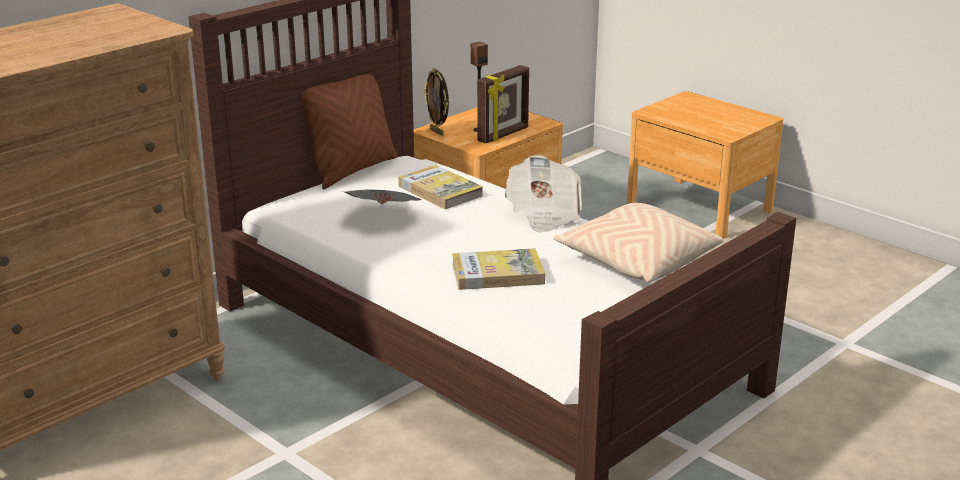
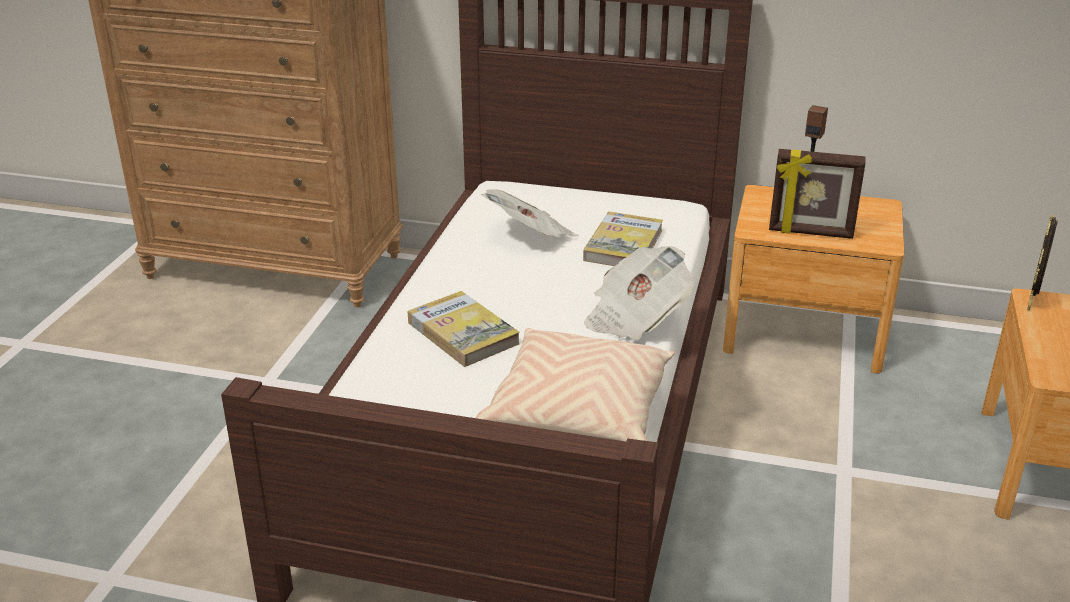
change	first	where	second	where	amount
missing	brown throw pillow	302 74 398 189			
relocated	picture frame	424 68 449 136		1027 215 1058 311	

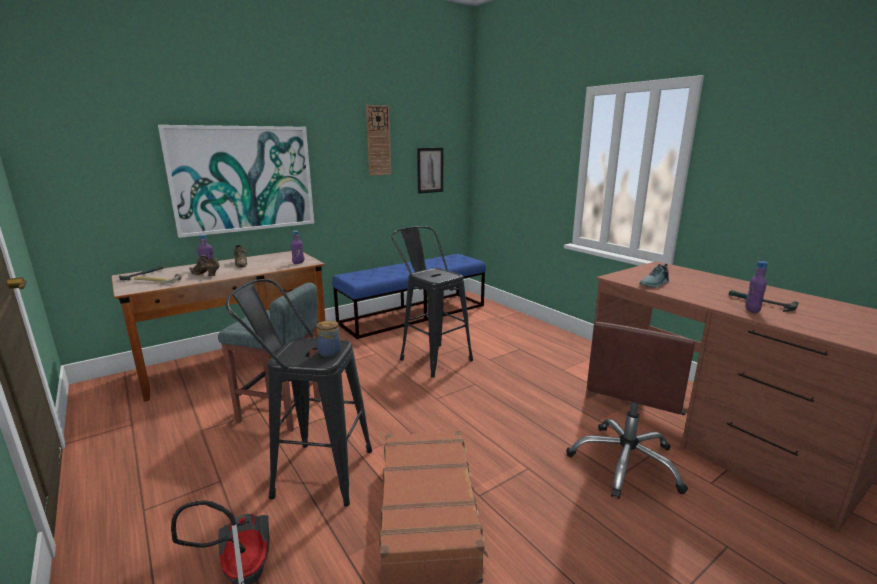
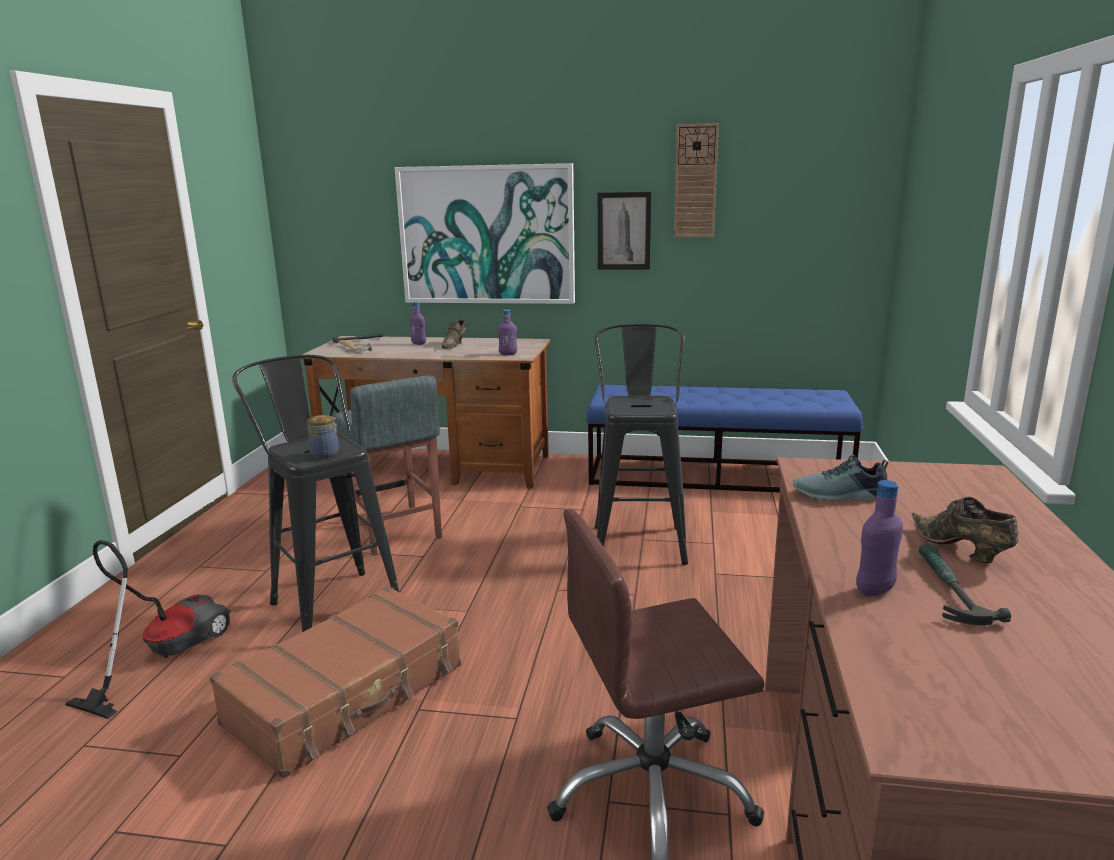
change	first	where	second	where	amount
relocated	brown shoe	189 256 220 276		912 496 1018 563	
relocated	picture	417 148 443 194		598 192 651 270	

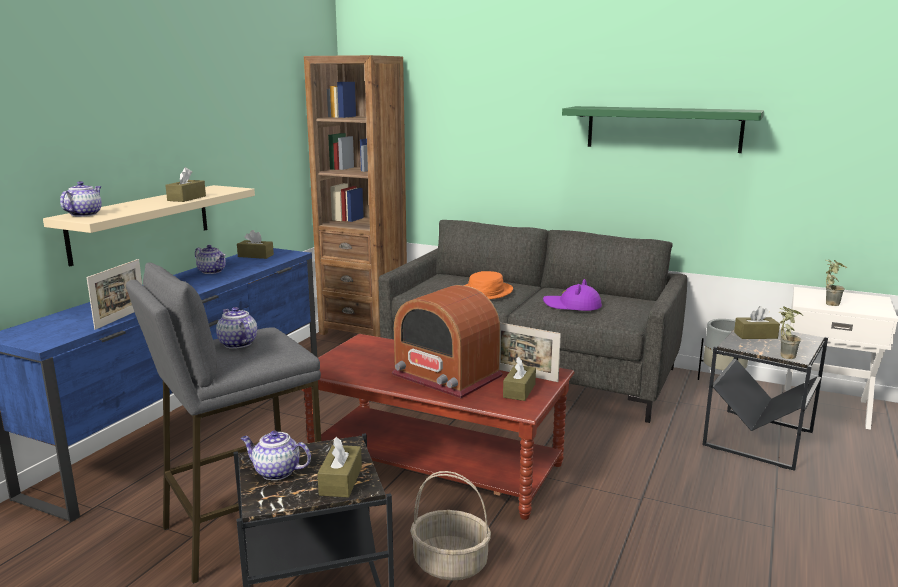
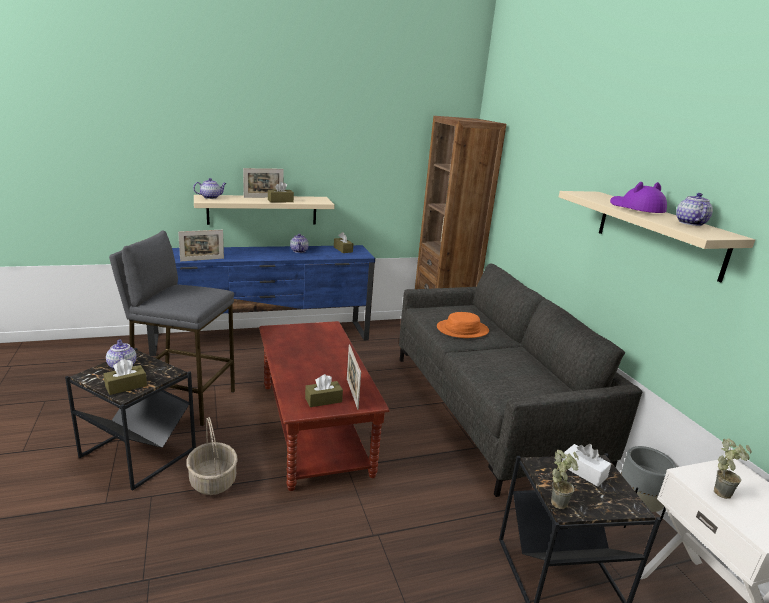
change	first	where	second	where	amount
relocated	tea pot	216 307 257 349		676 193 713 226	
missing	radio receiver	392 285 502 399			
relocated	purple hat	543 279 602 311		610 182 667 213	
colour	green bracket shelf	562 106 764 153	beige-coloured bracket shelf	559 191 755 283	
colour	brown tissue box	734 306 780 339	whitish tissue box	562 444 611 487	
appeared			picture frame	243 168 284 198	

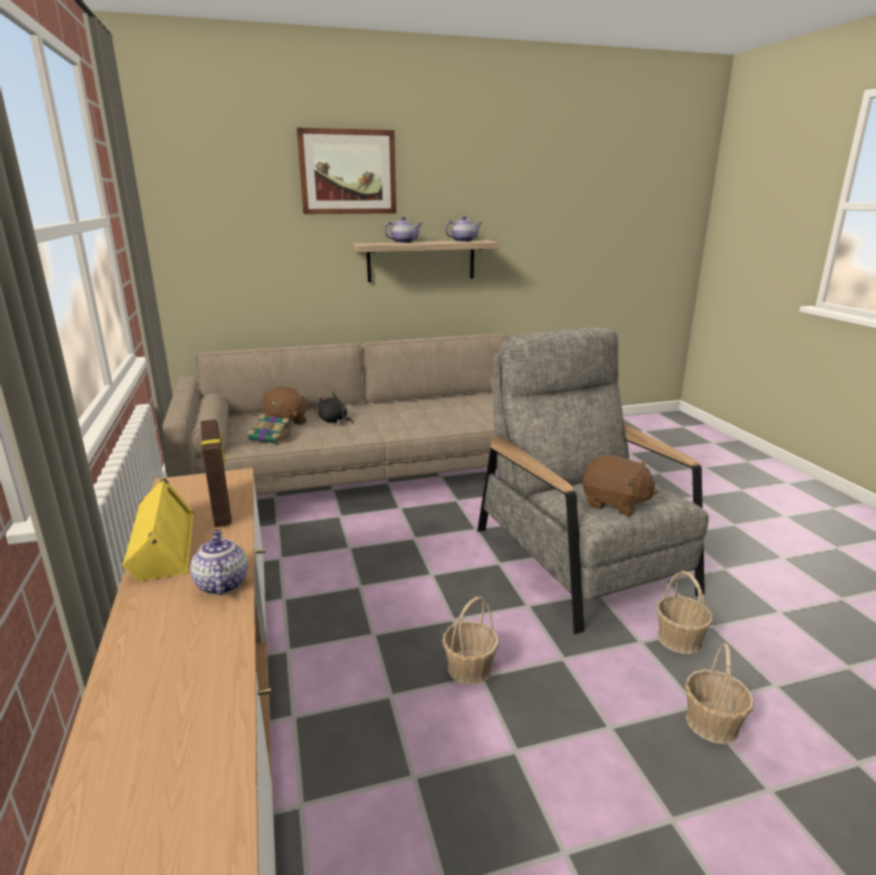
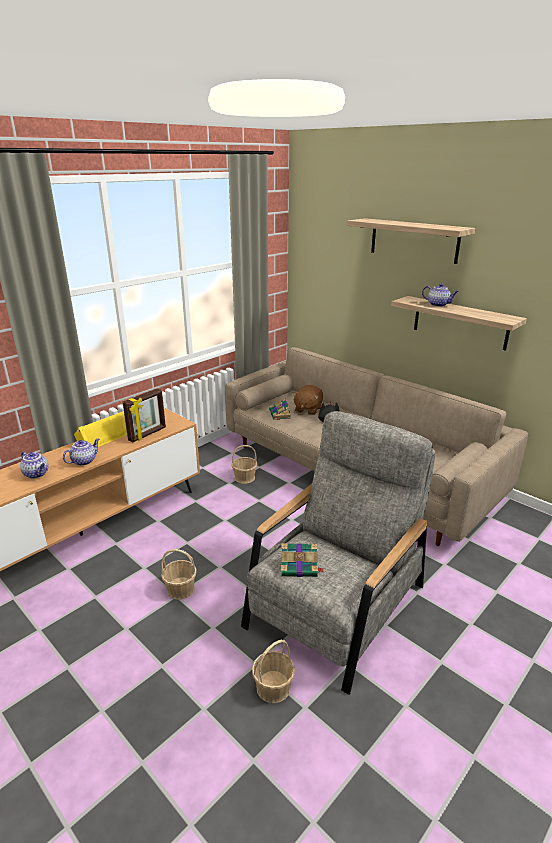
change	first	where	second	where	amount
exchanged	picture	297 128 396 214	bracket shelf	347 218 475 264	
relocated	tea pot	445 216 482 242		20 451 49 479	
exchanged	brown cuddly toy	582 455 658 516	volume	281 543 324 577	
relocated	household basket	685 643 754 744		231 445 257 484	

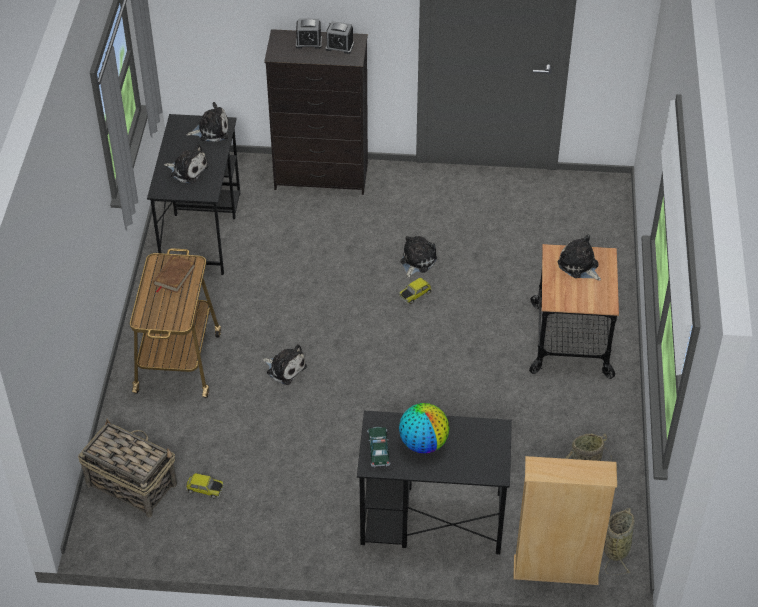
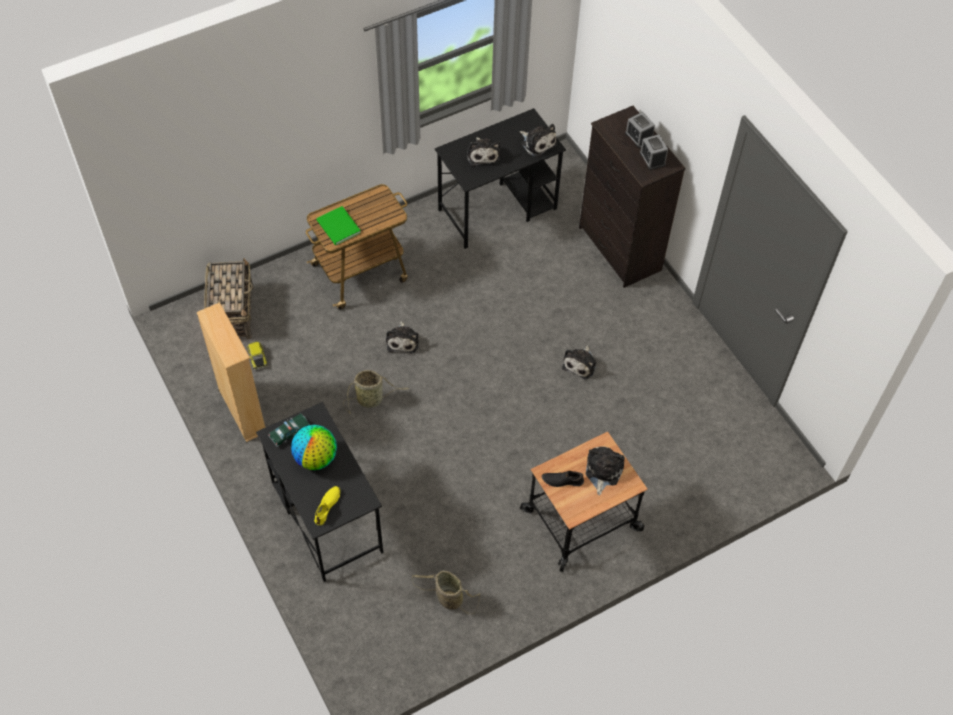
change	first	where	second	where	amount
missing	brown volume	153 255 195 293			
missing	miniature car	399 278 432 304			
spun	cuddly toy	401 236 437 278		562 345 597 379	120 degrees clockwise
relocated	beige-coloured shelving unit	513 456 617 585		197 302 266 442	
relocated	household basket	604 508 635 575		343 370 409 414	
appeared			yellowish shoe	314 486 341 525	
appeared			green volume	316 206 361 245	
appeared			black shoe	542 471 584 487	

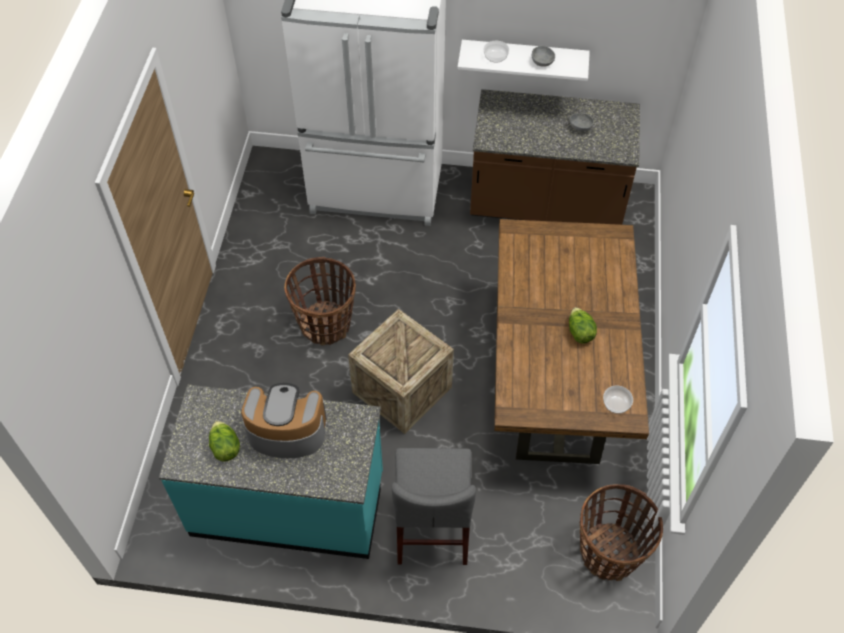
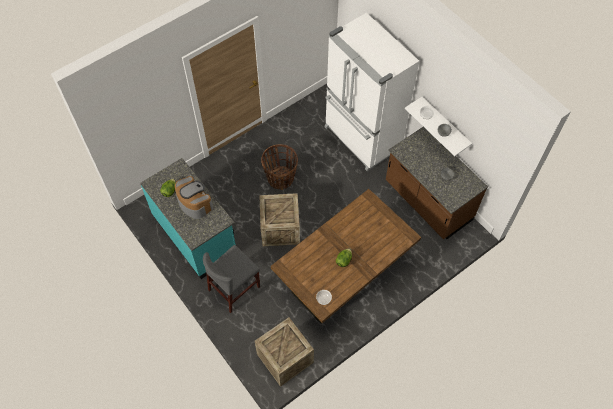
change	first	where	second	where	amount
exchanged	household basket	580 484 663 581	shipping crate	255 317 314 387	

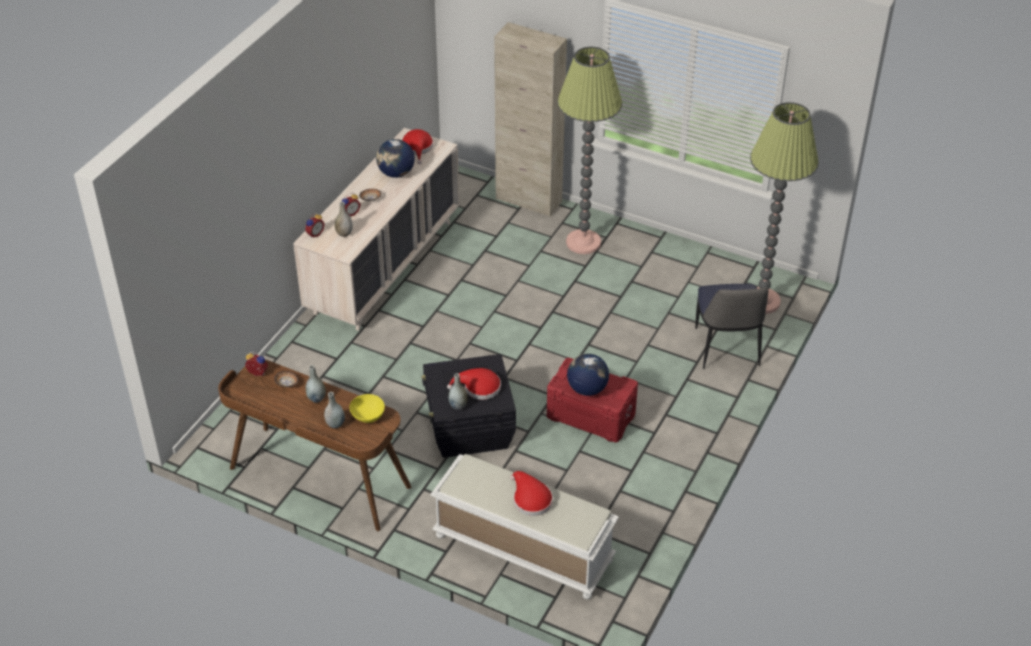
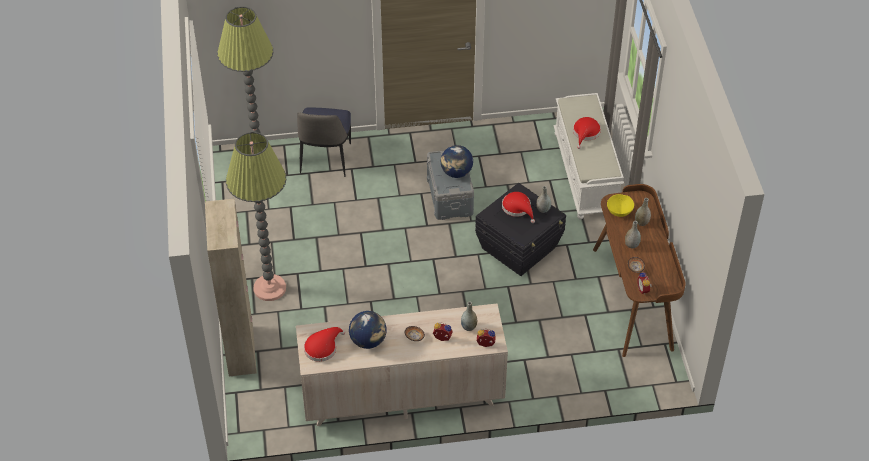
change	first	where	second	where	amount
colour	reddish storage box	547 358 638 442	gray storage box	427 151 474 220	
spun	upright chair	695 284 769 369		297 107 351 177	135 degrees clockwise

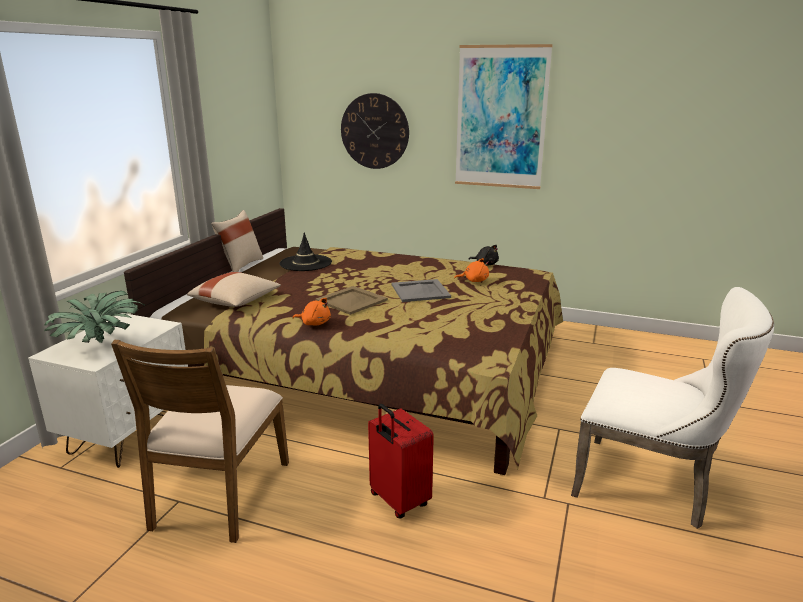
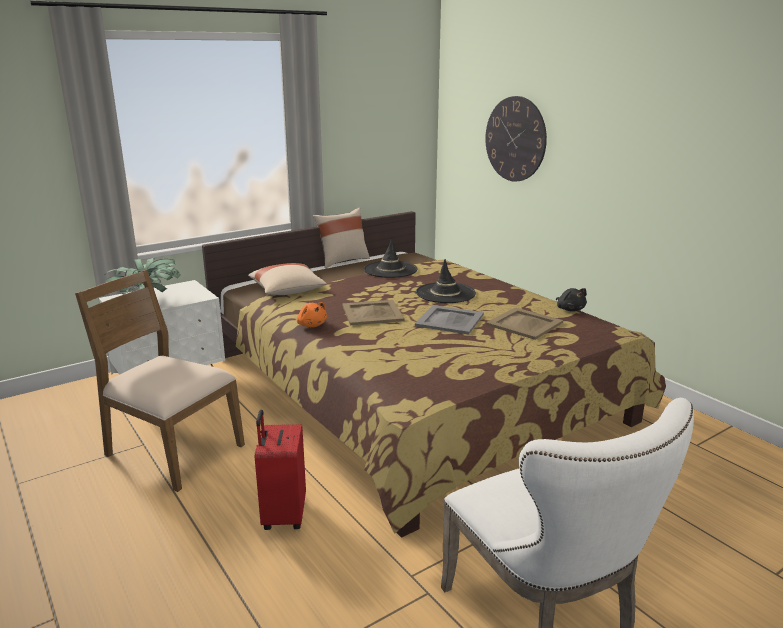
change	first	where	second	where	amount
spun	brown upright chair	111 340 289 543		75 270 245 492	75 degrees clockwise
exchanged	orange cuddly toy	454 258 489 282	beige-coloured serving tray	486 307 563 340	
missing	picture	455 44 553 189			
appeared			black hat	416 259 476 303	

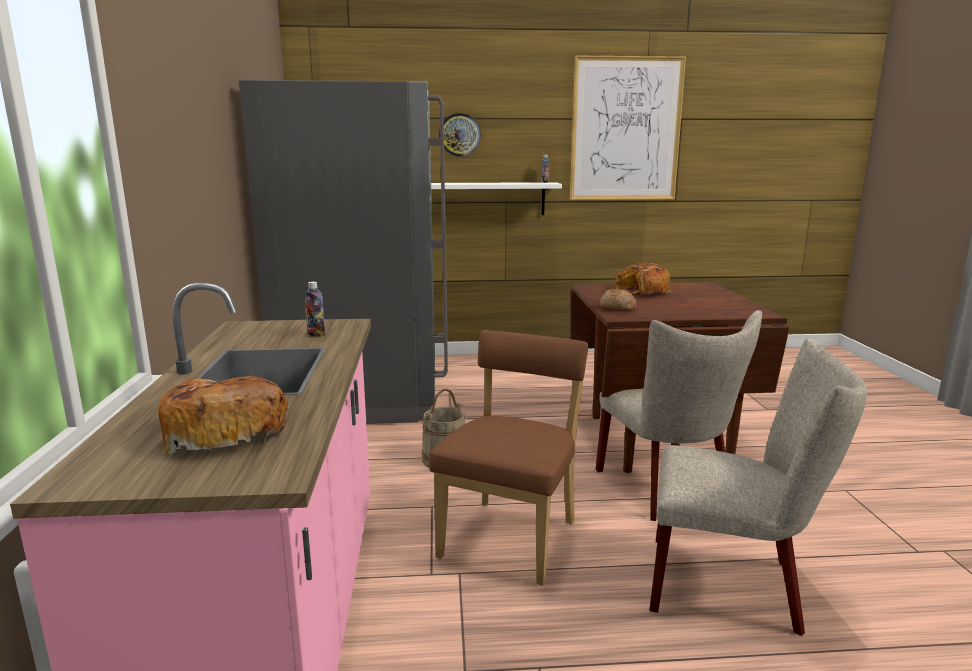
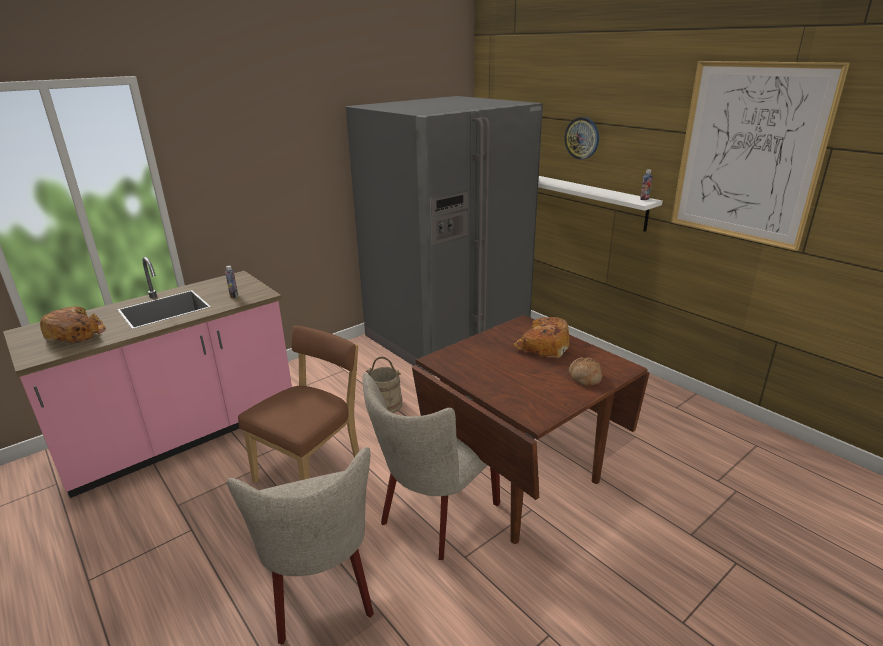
change	first	where	second	where	amount
spun	brown upright chair	429 330 588 586		238 325 359 483	45 degrees counterclockwise
relocated	baked bread	600 288 636 311		569 357 602 385	

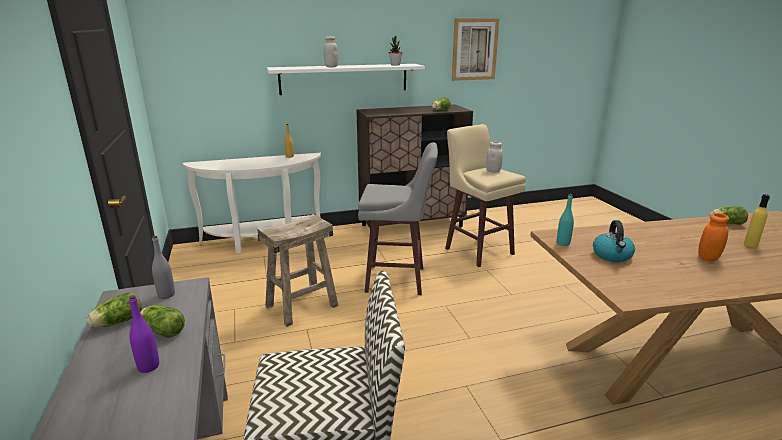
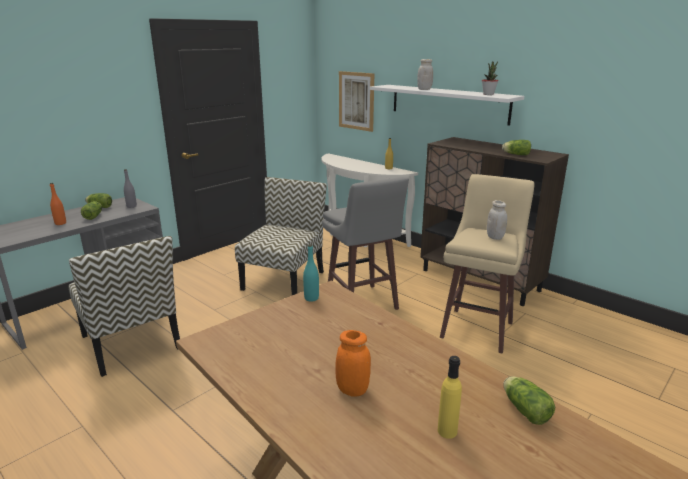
change	first	where	second	where	amount
colour	purple drink bottle	129 295 159 373	orange drink bottle	50 183 66 225	
exchanged	beige-coloured stool	257 214 339 327	upright chair	235 177 327 295	
relocated	picture	452 18 499 81		339 71 374 132	
missing	water kettle	593 220 635 262			

